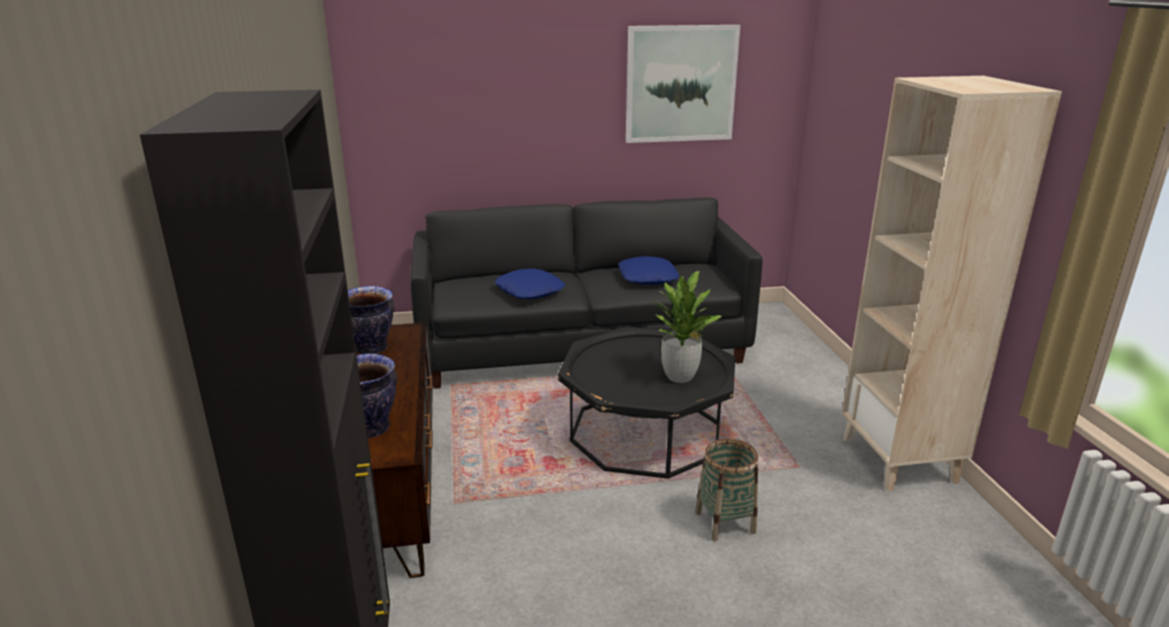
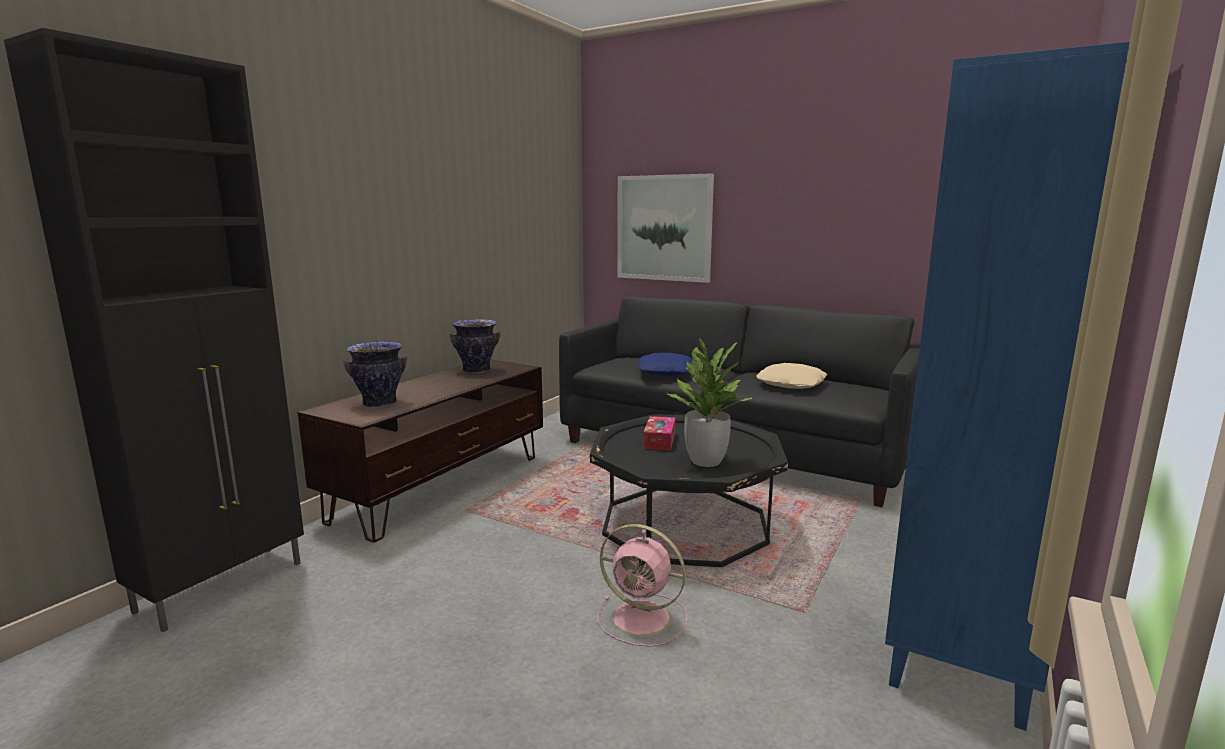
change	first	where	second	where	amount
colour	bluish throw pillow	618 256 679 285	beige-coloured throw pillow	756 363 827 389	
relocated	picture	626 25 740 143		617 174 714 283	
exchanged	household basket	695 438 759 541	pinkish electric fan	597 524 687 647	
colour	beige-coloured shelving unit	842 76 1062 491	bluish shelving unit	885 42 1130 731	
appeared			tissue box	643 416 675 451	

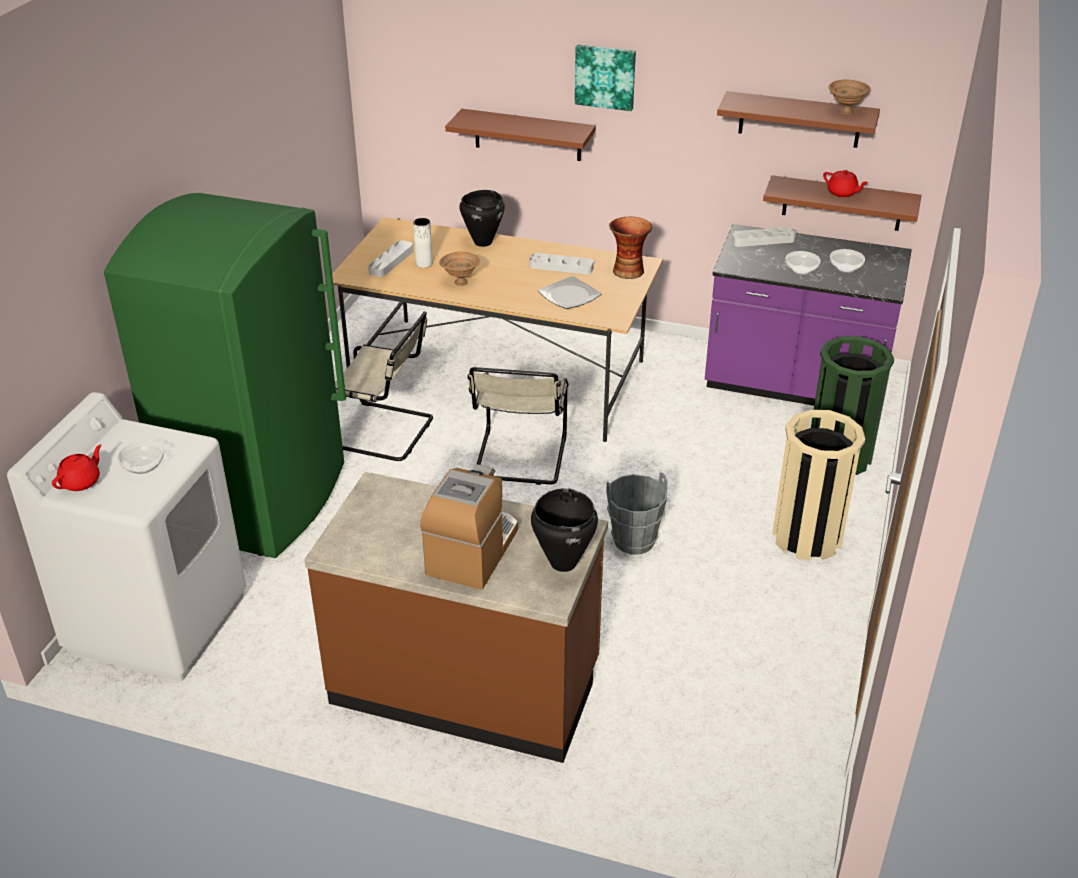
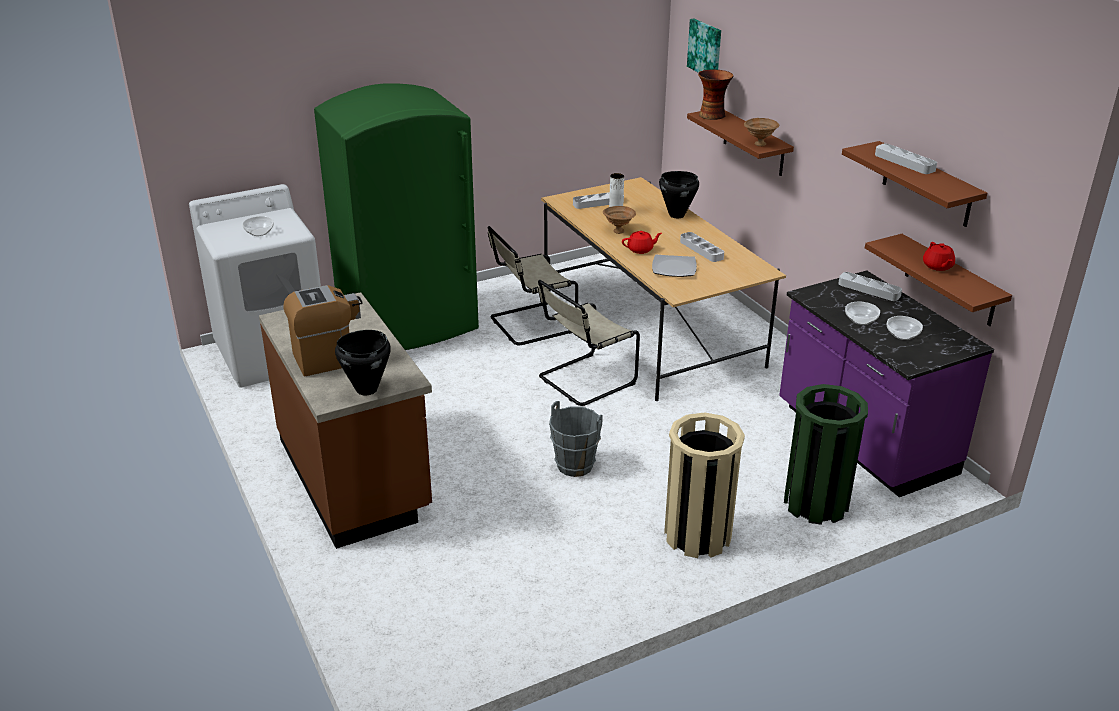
change	first	where	second	where	amount
relocated	reddish tea pot	52 445 101 491		622 231 662 254	
spun	beige-coloured upright chair	335 311 433 461		488 226 578 345	90 degrees clockwise
relocated	picture	575 44 636 111		687 18 721 73	
relocated	vase	609 217 652 279		698 69 733 120	
relocated	brown bowl	828 80 871 115		744 118 779 146	
appeared			gray serving tray	875 144 937 174	

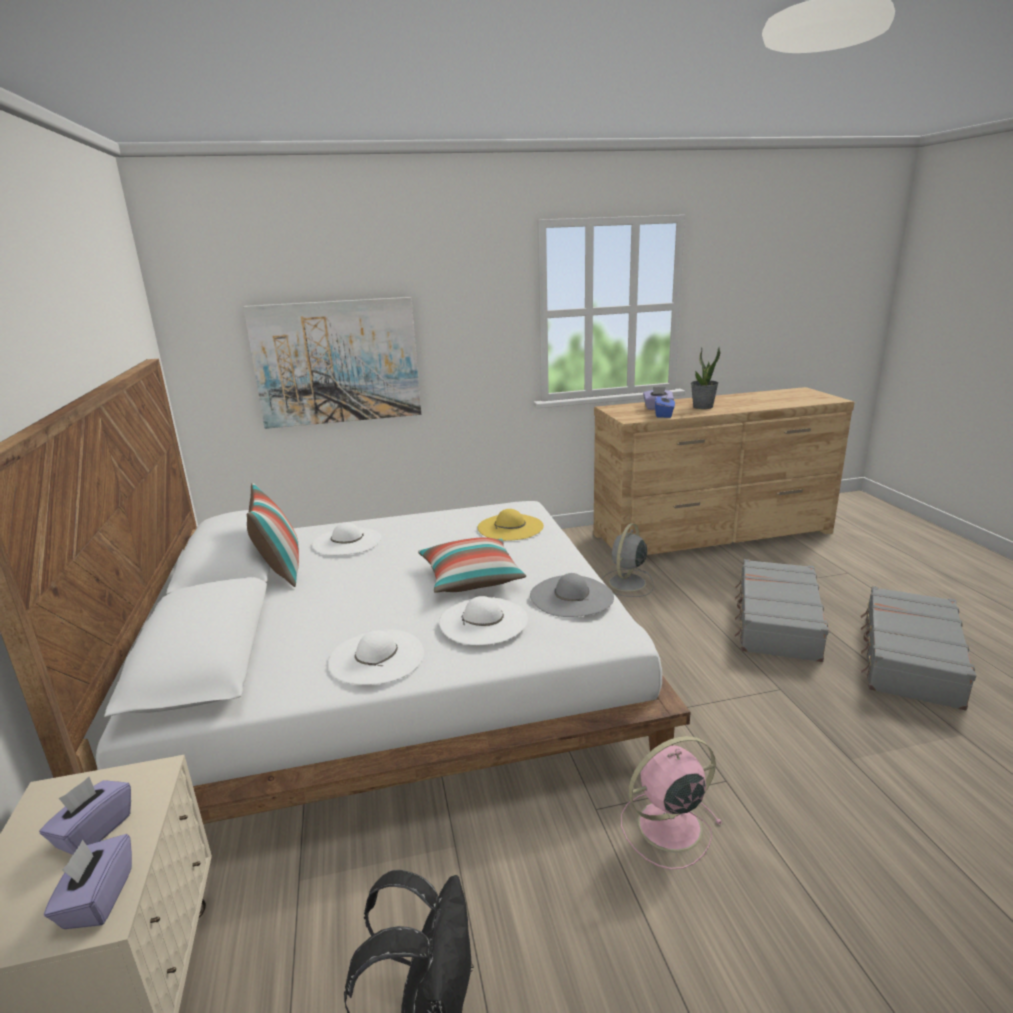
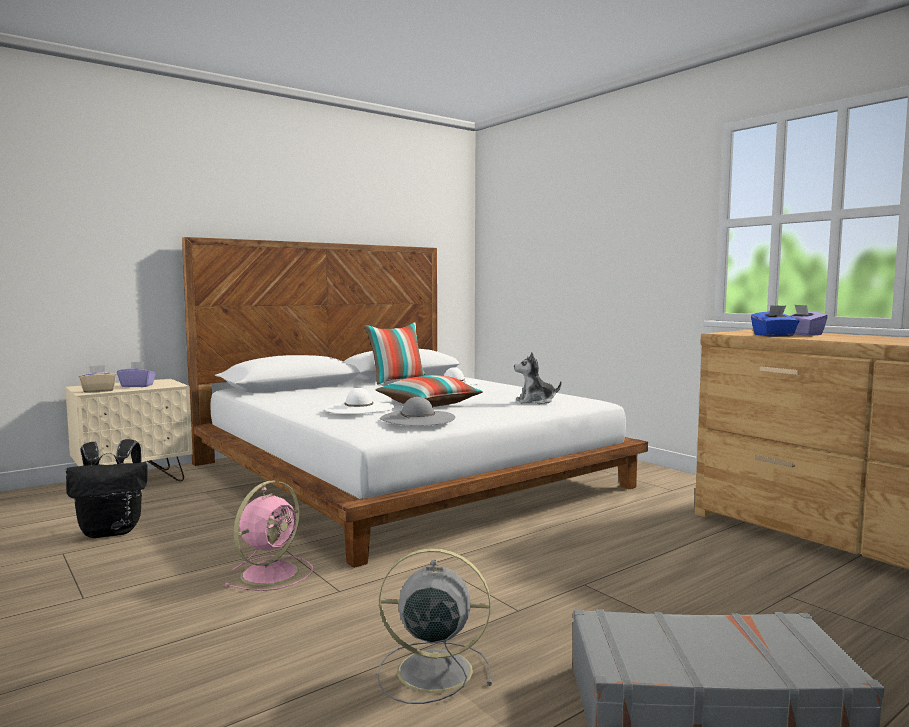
change	first	where	second	where	amount
colour	purple tissue box	44 834 132 929	beige-coloured tissue box	79 365 116 393	
missing	picture	243 297 421 429			
missing	whitish hat	328 629 424 685			
exchanged	yellowish hat	477 509 544 541	cuddly toy	514 352 562 404	
relocated	gray electric fan	601 523 654 597		377 548 492 704	
spun	pinkish electric fan	621 736 722 869		224 480 313 591	75 degrees clockwise
missing	houseplant	691 346 721 409			
missing	gray piece of luggage	735 559 829 662			

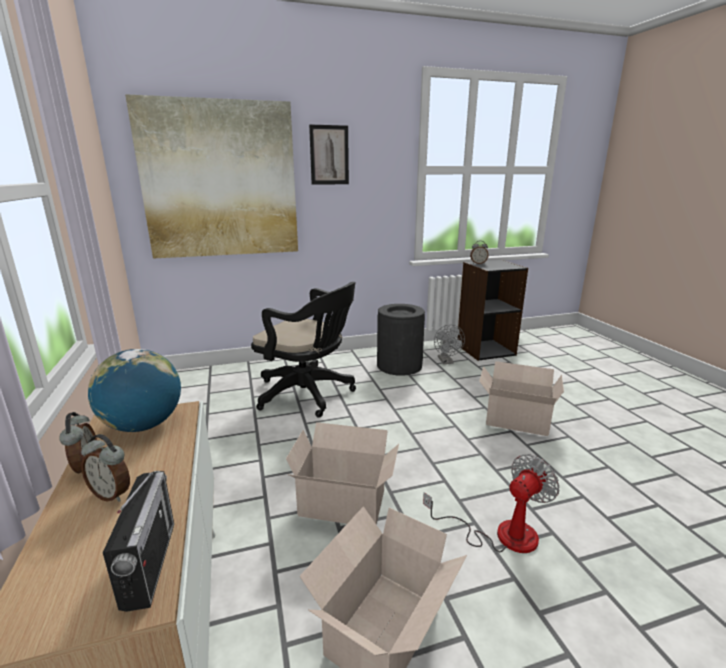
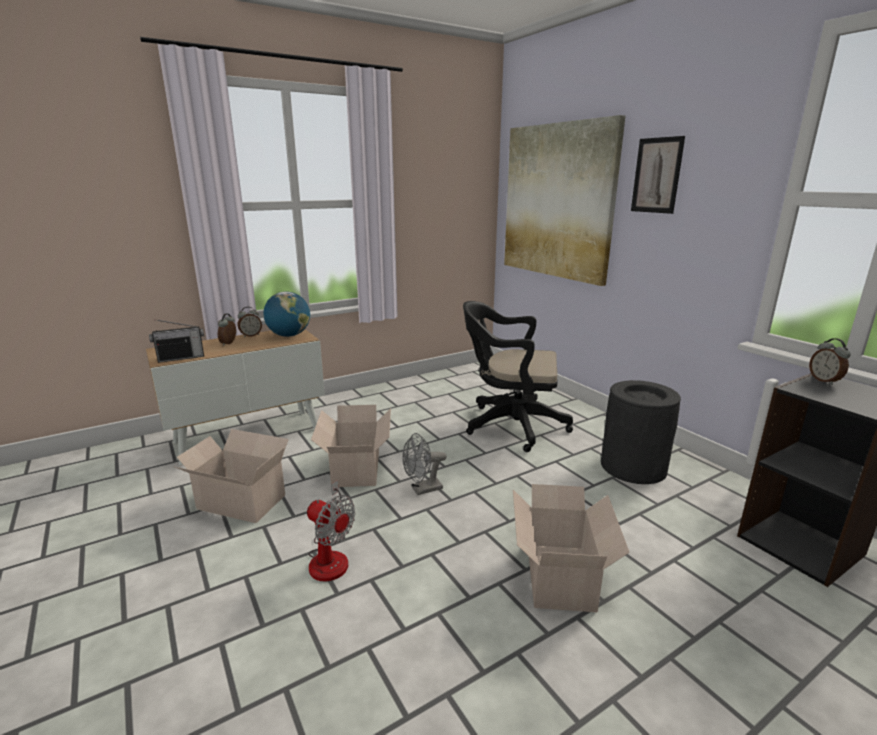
change	first	where	second	where	amount
spun	black office chair	251 282 356 418		463 301 573 452	90 degrees clockwise
relocated	gray electric fan	434 325 465 364		403 433 446 495	

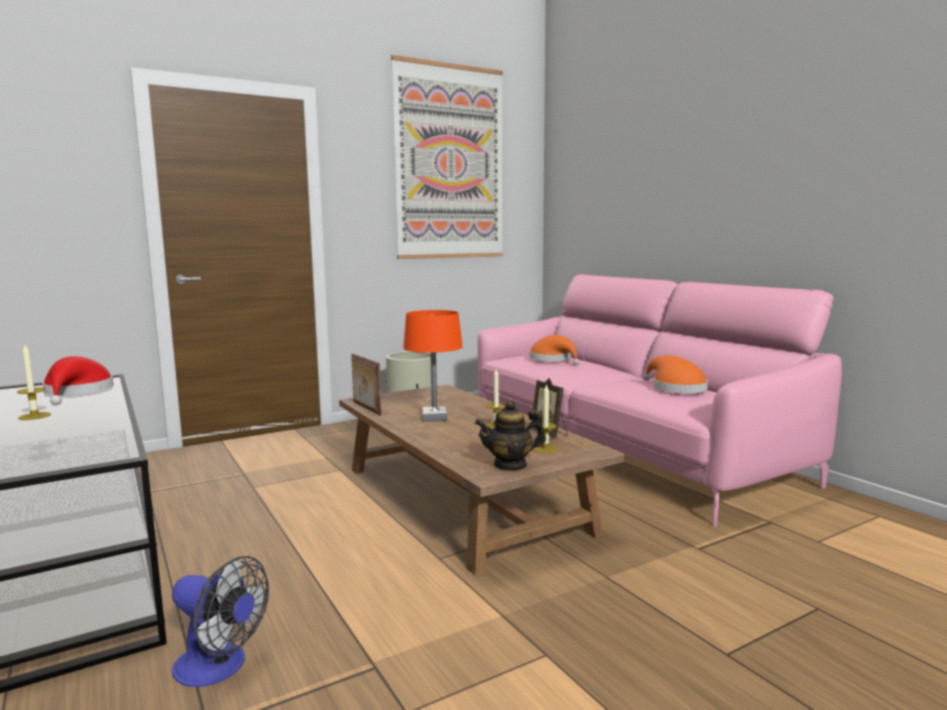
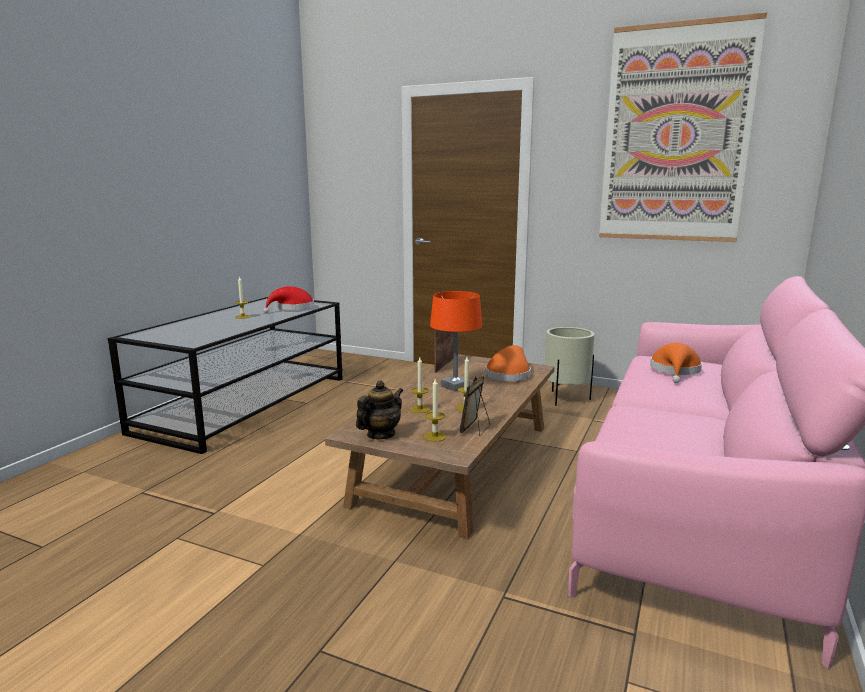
change	first	where	second	where	amount
missing	electric fan	172 556 269 687			
spun	tea pot	475 400 546 471		356 380 404 439	90 degrees clockwise
relocated	orange hat	643 355 708 393		485 345 531 381	
appeared			wax light	410 357 430 413	

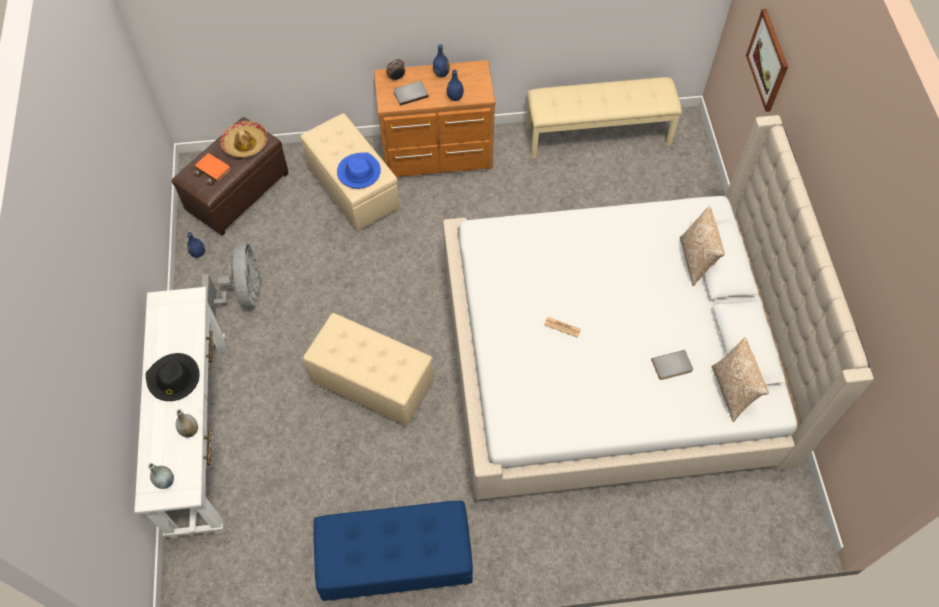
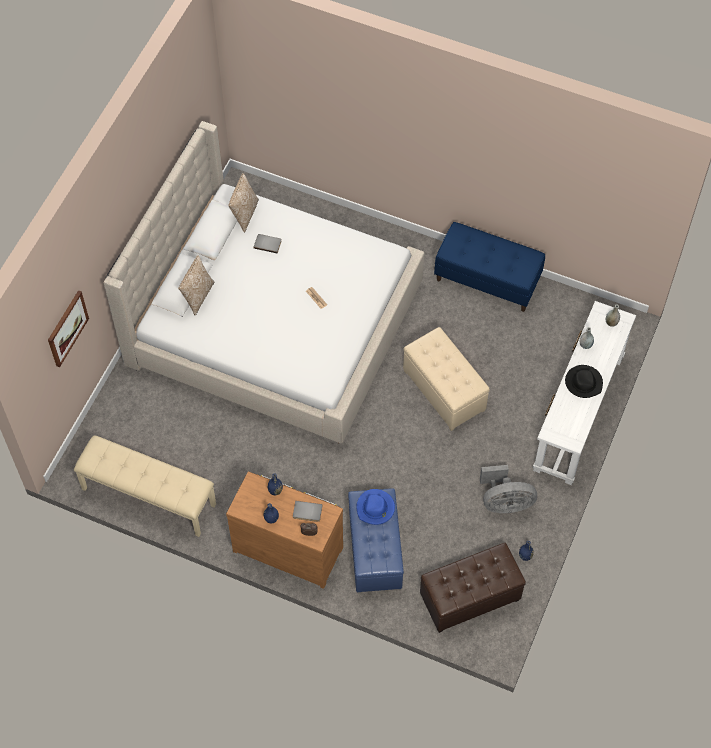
change	first	where	second	where	amount
missing	orange volume	194 153 230 182			
spun	gray electric fan	202 243 260 318		480 465 537 513	120 degrees counterclockwise
missing	hat	221 121 267 158			
colour	beige-coloured footrest	300 113 400 233	bluish footrest	348 488 404 592	

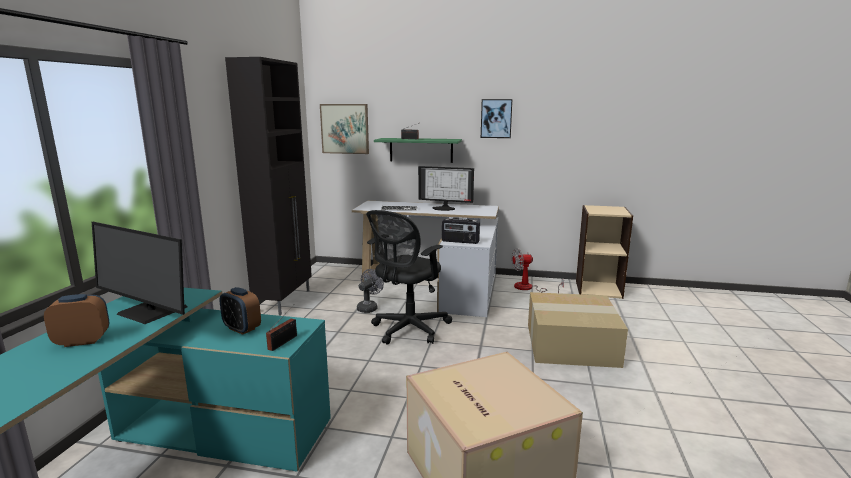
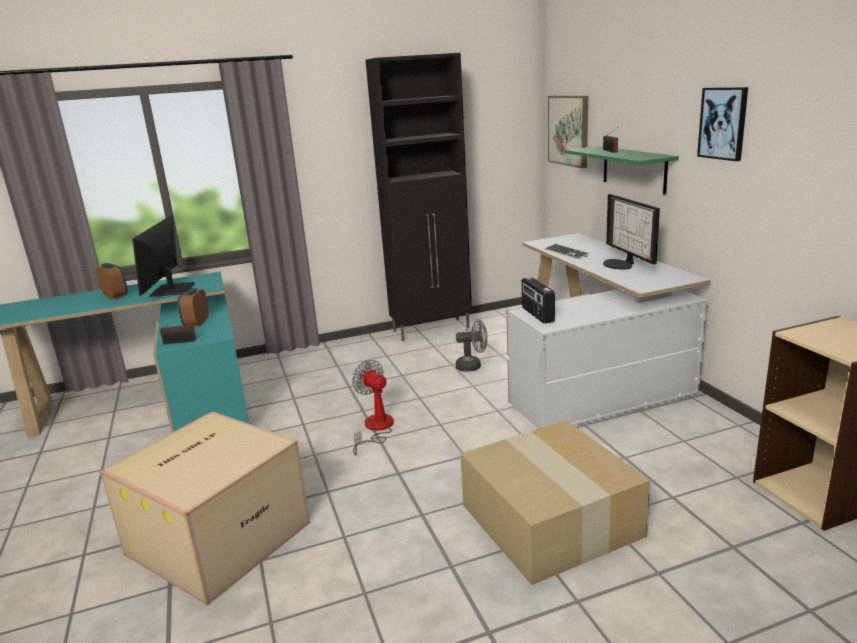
change	first	where	second	where	amount
missing	black office chair	366 210 452 345			
relocated	electric fan	512 249 564 293		352 360 394 456	

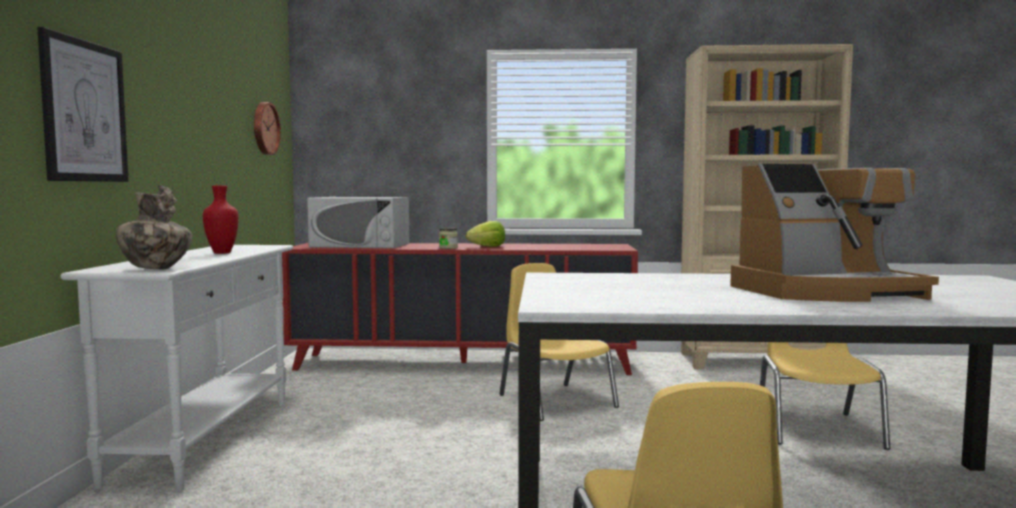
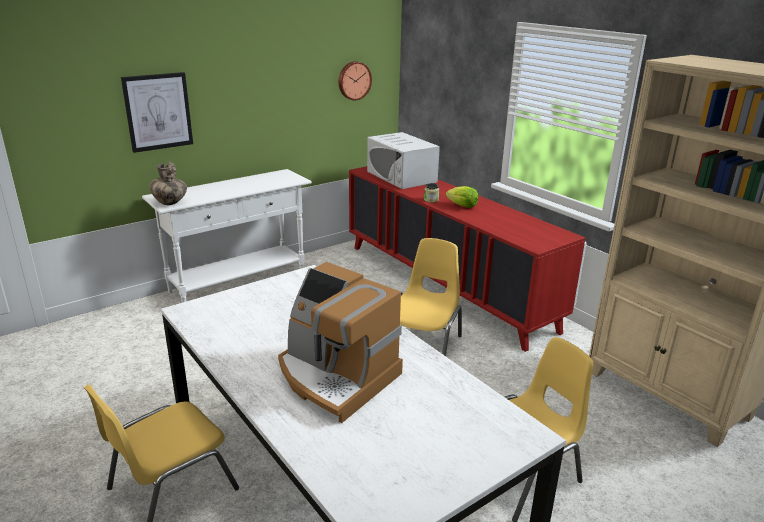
change	first	where	second	where	amount
missing	reddish vase	203 186 239 254			

